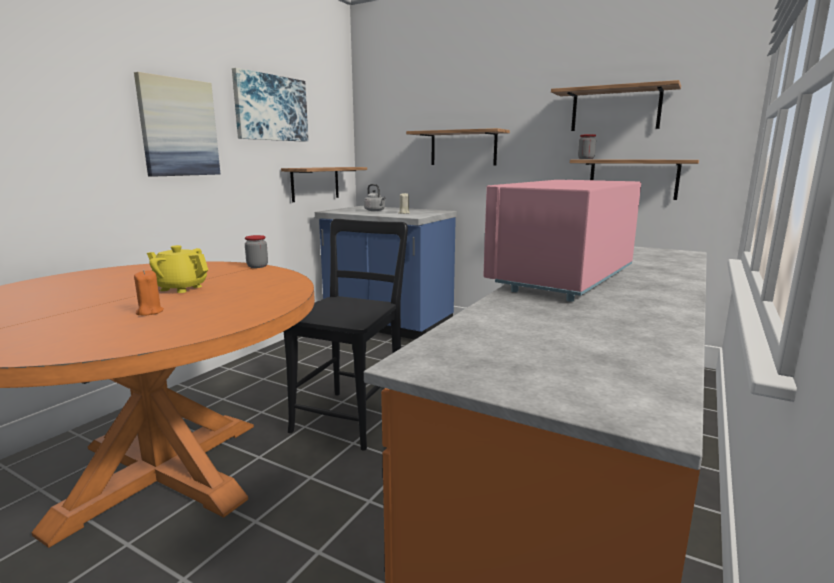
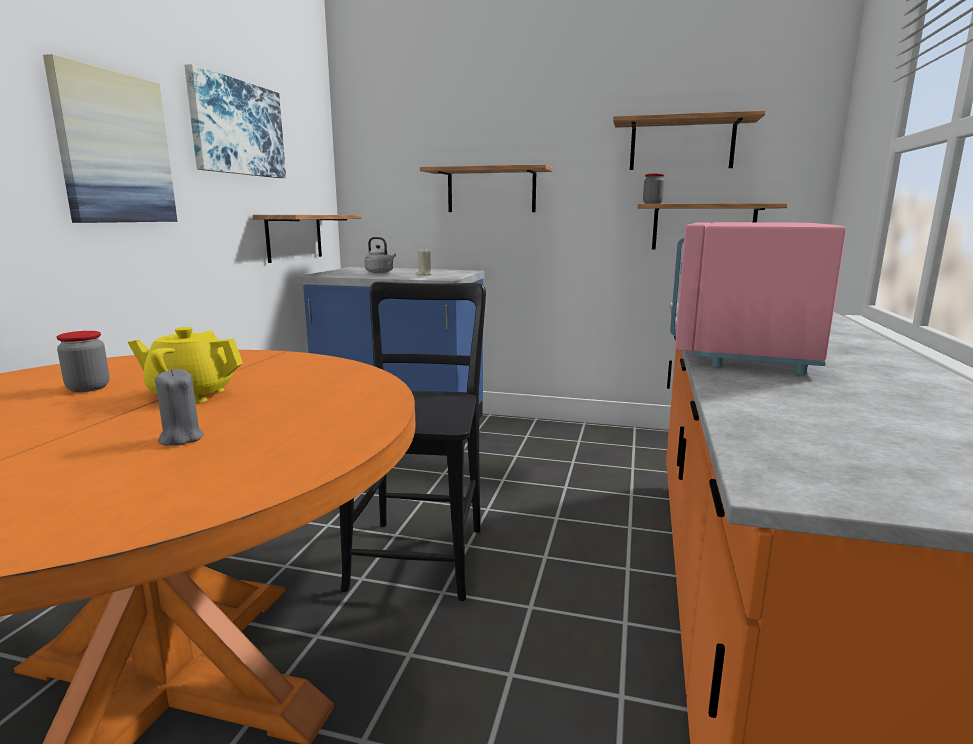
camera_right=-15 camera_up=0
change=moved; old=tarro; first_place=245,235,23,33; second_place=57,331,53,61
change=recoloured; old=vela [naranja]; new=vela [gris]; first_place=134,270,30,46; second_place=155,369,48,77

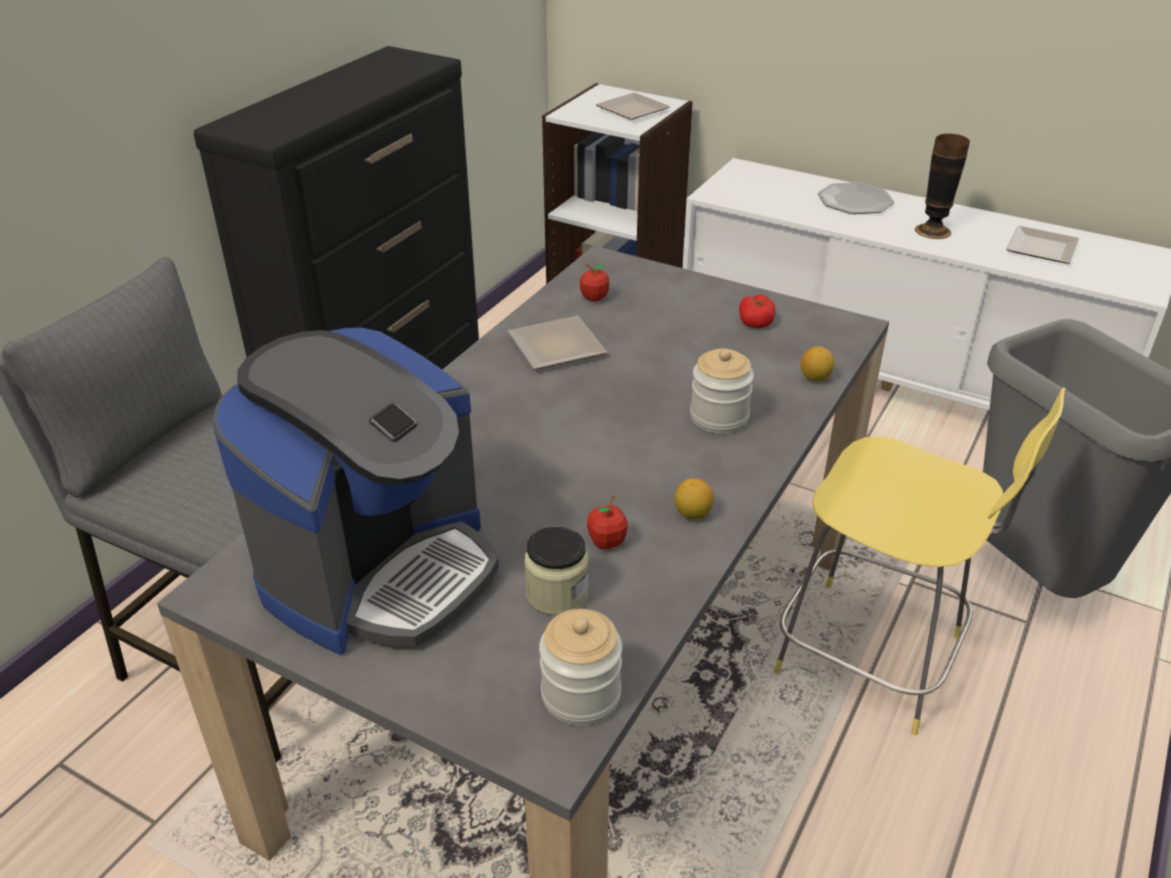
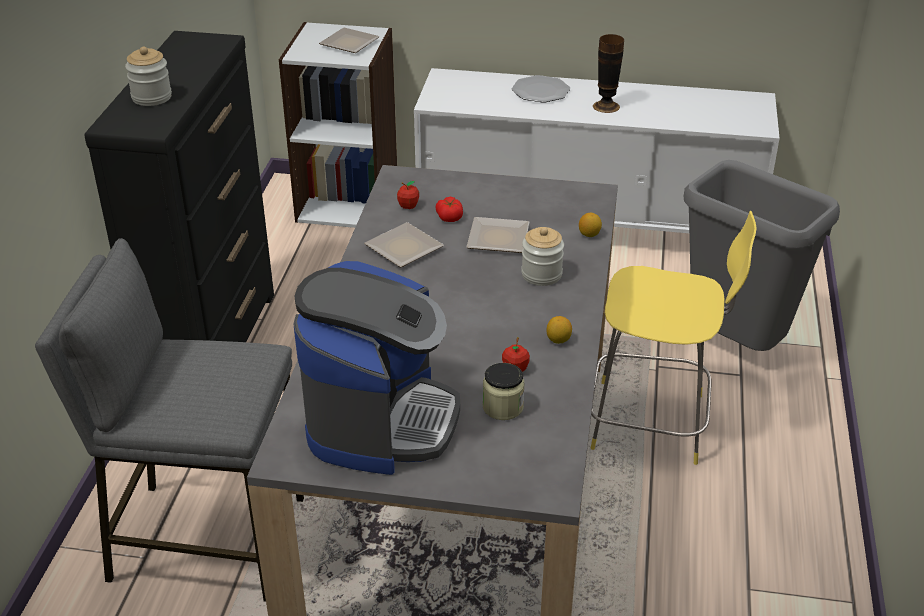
camera_right=-20 camera_up=0
change=moved; old=tarro; first_place=539,609,84,117; second_place=125,47,47,59
change=moved; old=tomate; first_place=739,294,36,34; second_place=436,197,27,25
change=moved; old=plato; first_place=1006,226,74,38; second_place=467,217,62,36

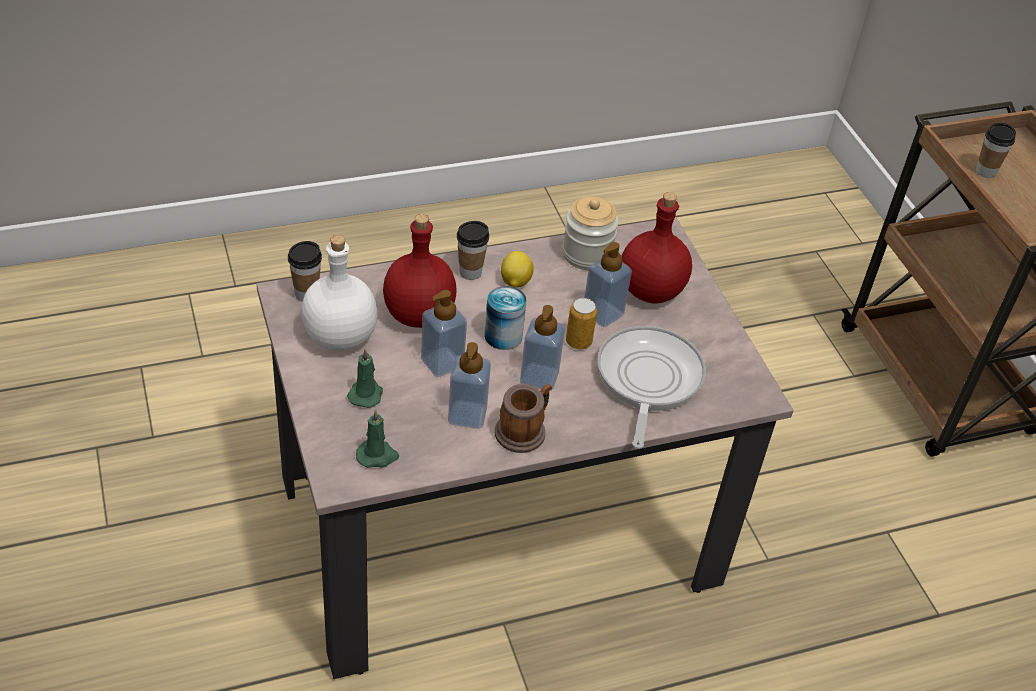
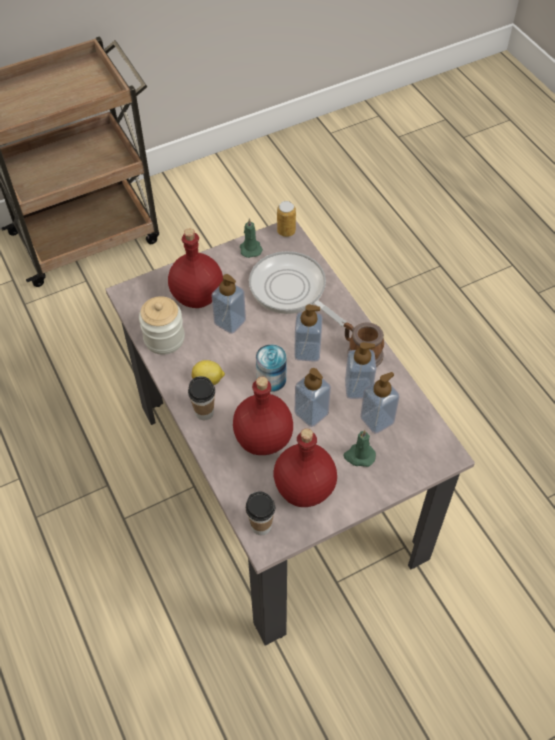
camera_right=-95 camera_up=10
change=moved; old=vela [verde]; first_place=356,410,43,58; second_place=240,218,23,40
change=turned; old=sartén; first_place=597,326,109,123; second_place=249,251,98,76; degrees=45
change=recoloured; old=botella [blanco]; new=botella [rojo]; first_place=301,235,76,116; second_place=273,428,64,79
change=moved; old=lata; first_place=566,298,31,51; second_place=277,201,19,36
change=added; new=dispensador de jabón; second_place=360,372,40,62
change=removed; old=taza; first_place=976,123,40,55

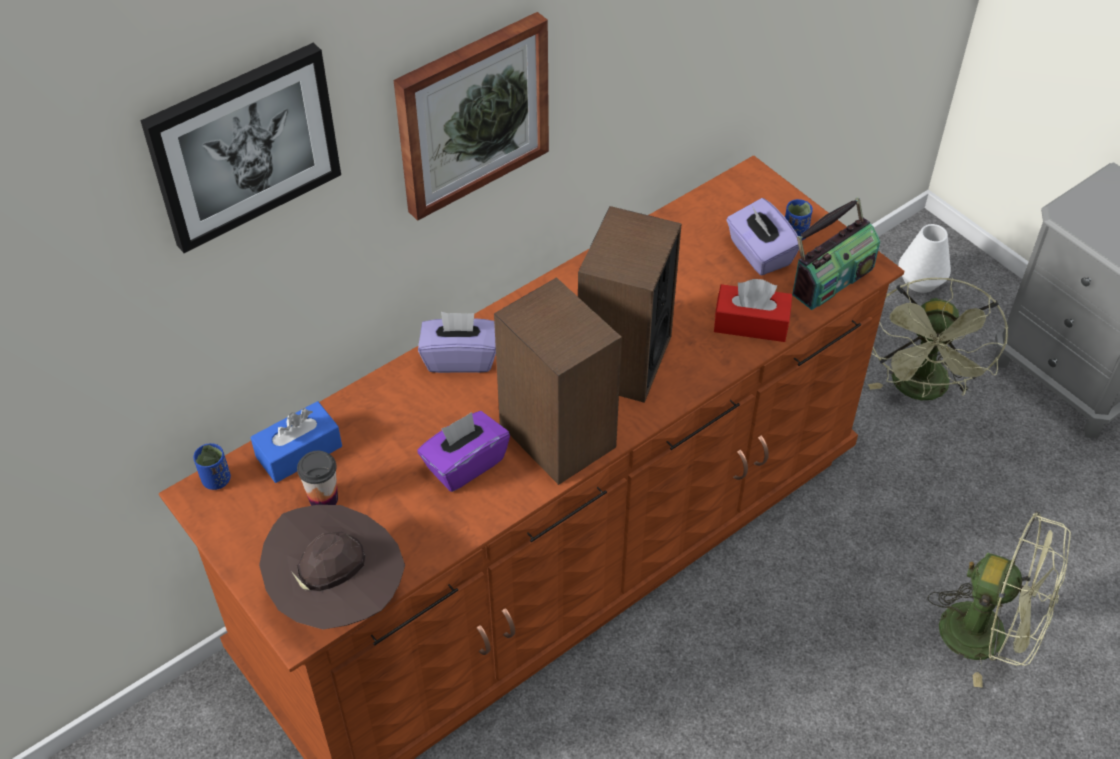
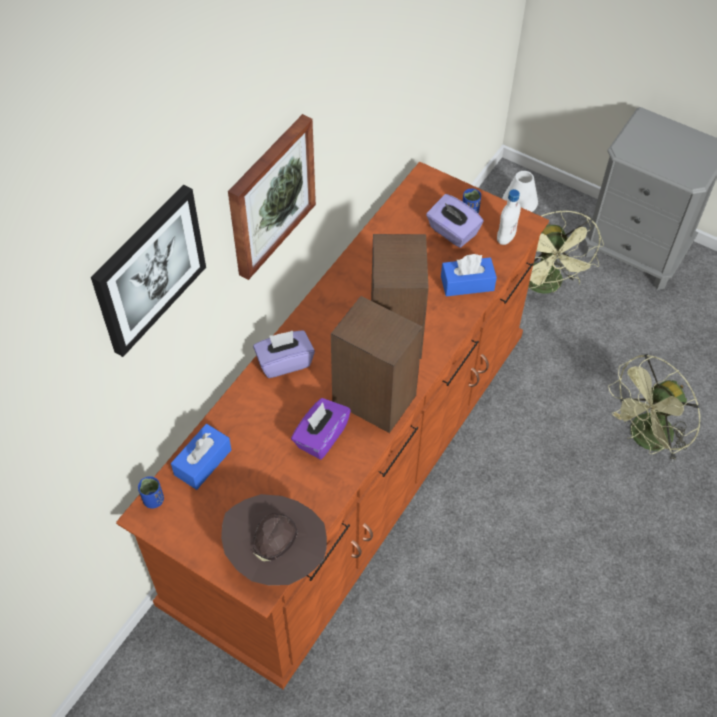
camera_right=-20 camera_up=5
change=recoloured; old=caja de pañuelos [rojo]; new=caja de pañuelos [azul]; first_place=714,279,78,63; second_place=441,254,56,42
change=replaced; old=radio; new=botella [blanco]; first_place=792,197,88,113; second_place=497,189,24,56
change=turned; old=ventilador [verde]; first_place=927,511,144,177; second_place=608,354,92,106; degrees=135
change=removed; old=taza; first_place=297,451,41,55

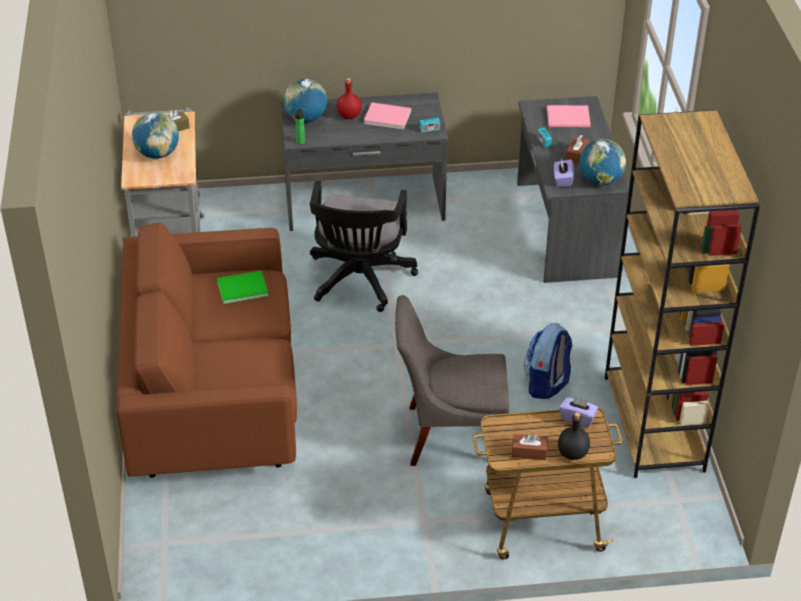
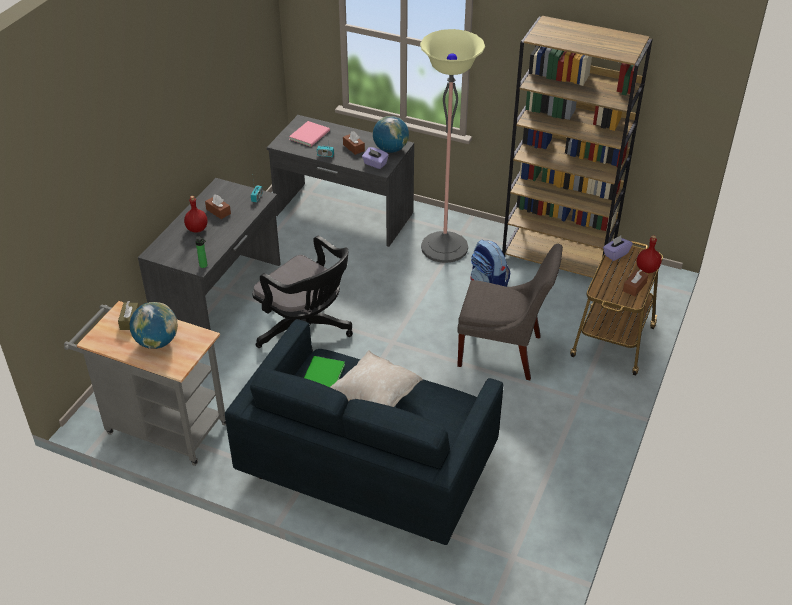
camera_right=-60 camera_up=0
change=replaced; old=libro [rosa]; new=caja de pañuelos [marrón]; first_place=364,102,47,28; second_place=205,194,26,25
change=recoloured; old=sofá [marrón]; new=sofá [azul]; first_place=116,222,181,256; second_place=225,319,278,226
change=added; new=cojín [beis]; second_place=330,350,93,57
change=added; new=lámpara de pie; second_place=420,29,65,234
change=turned; old=silla [gris]; first_place=395,295,114,171; second_place=457,244,106,136; degrees=-105
change=recoloured; old=botella [negro]; new=botella [rojo]; first_place=558,412,32,48; second_place=637,235,25,38
change=removed; old=globo terráqueo; first_place=283,78,44,45

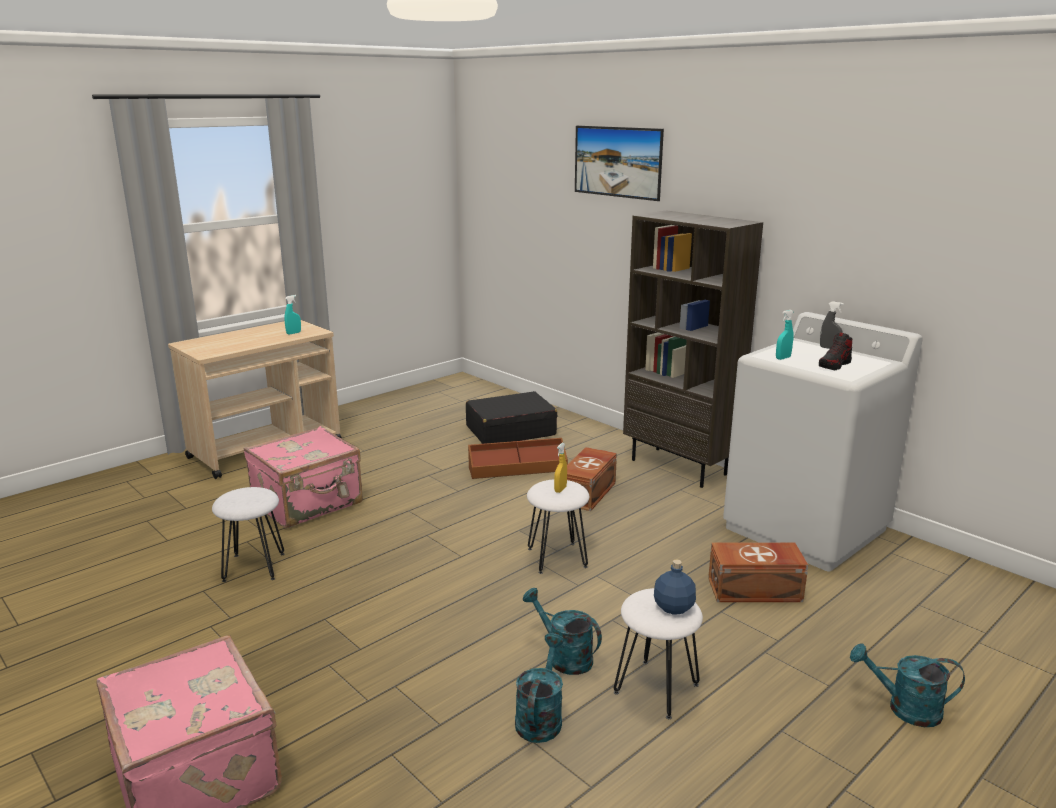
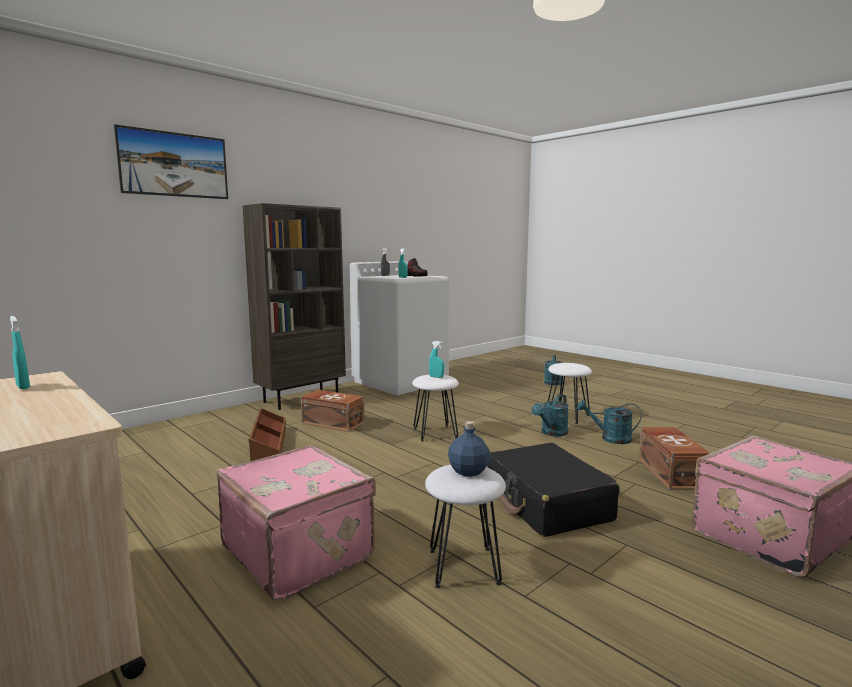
camera_right=-90 camera_up=-10
change=recoloured; old=pulverizador [amarillo]; new=pulverizador [turquesa]; first_place=554,443,13,50; second_place=429,341,15,37
change=moved; old=botella [azul]; first_place=654,560,42,55; second_place=448,421,42,56
change=moved; old=maleta [negro]; first_place=466,391,91,53; second_place=487,443,132,94
change=moved; old=caja de almacenaje [marrón]; first_place=708,543,100,59; second_place=639,427,71,63

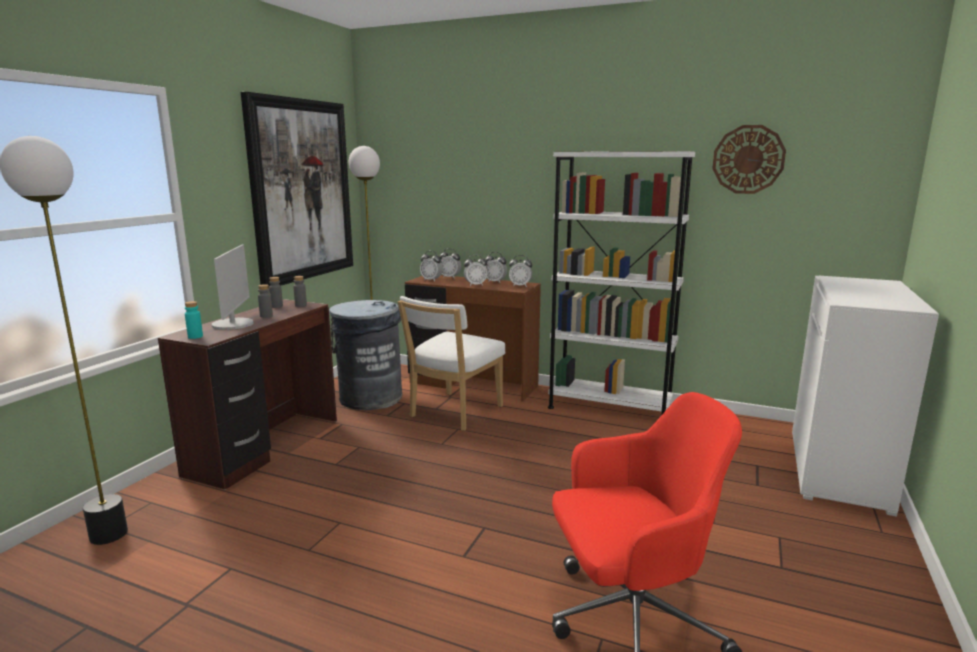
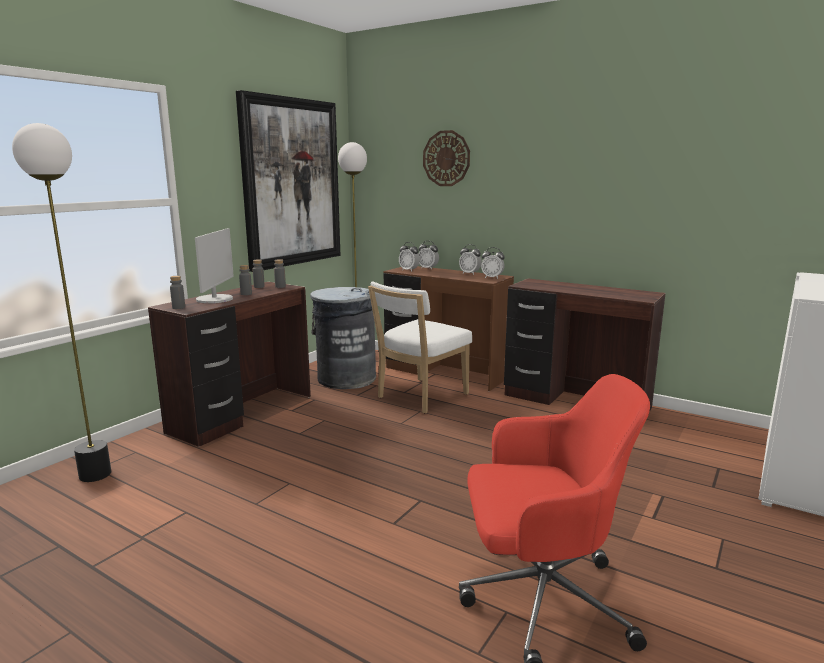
camera_right=10 camera_up=0
change=recoloured; old=botella [turquesa]; new=botella [gris]; first_place=185,301,18,38; second_place=170,276,15,33
change=moved; old=reloj de pared; first_place=712,125,74,69; second_place=423,130,47,56
change=replaced; old=estantería [blanco]; new=escritorio [marrón]; first_place=548,151,147,265; second_place=504,278,162,134
change=removed; old=despertador; first_place=464,255,23,31

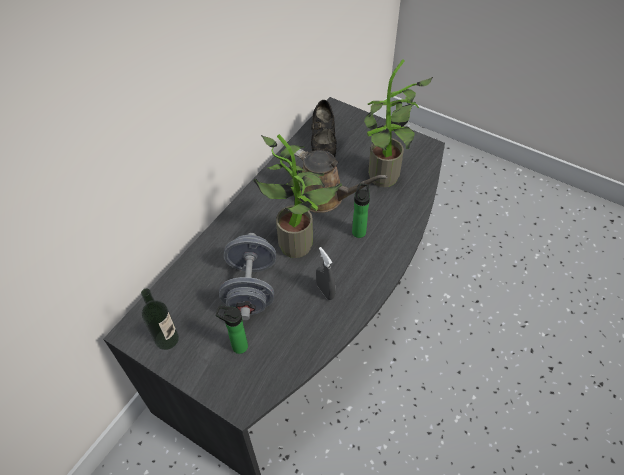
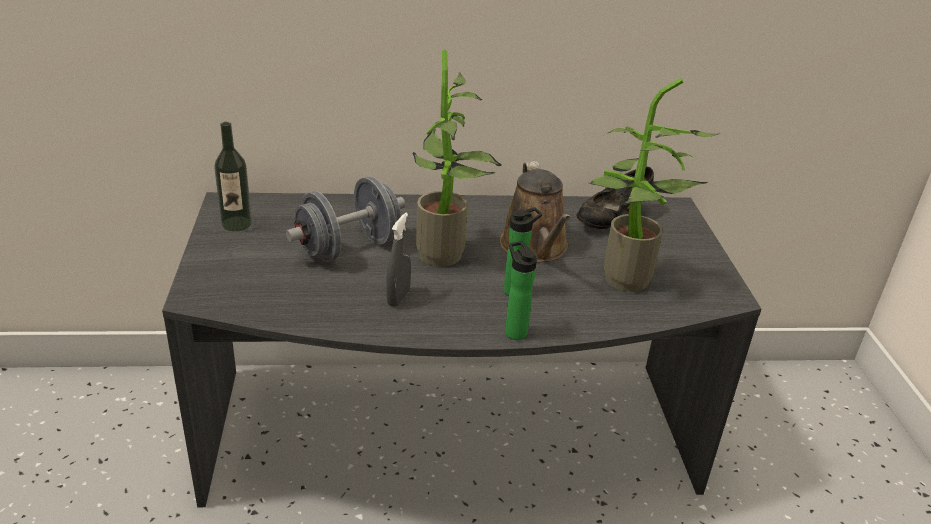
camera_right=50 camera_up=-20
change=moved; old=botella; first_place=216,306,32,48; second_place=505,241,32,99

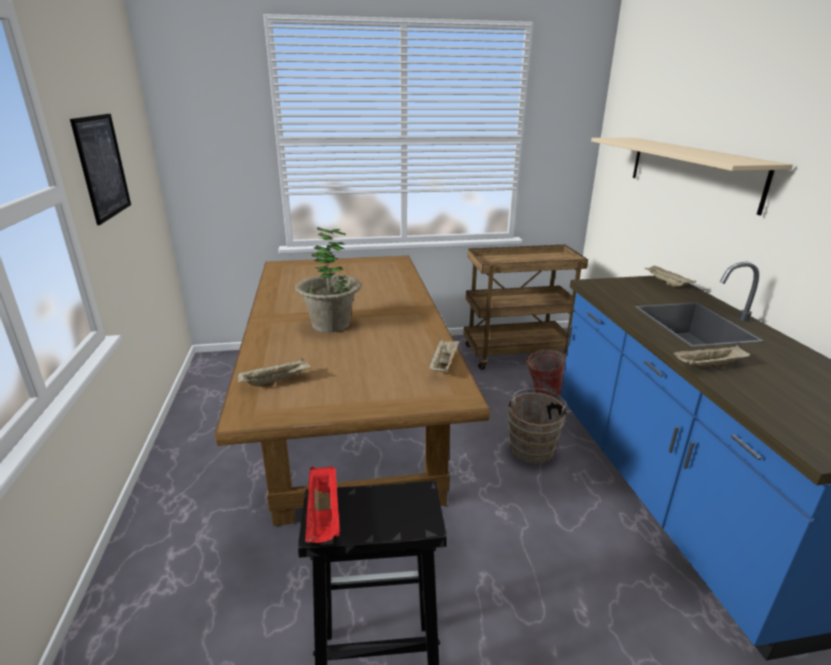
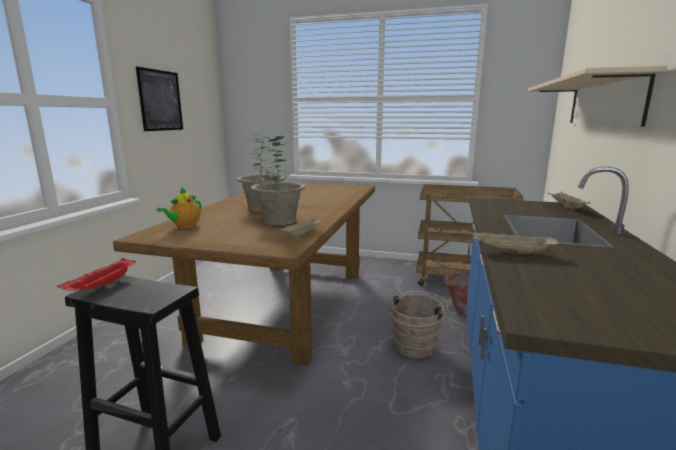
camera_right=25 camera_up=-10
change=replaced; old=bandeja [beis]; new=tetera; first_place=237,358,74,29; second_place=157,188,45,41
change=added; new=planta en maceta; second_place=251,136,55,89

